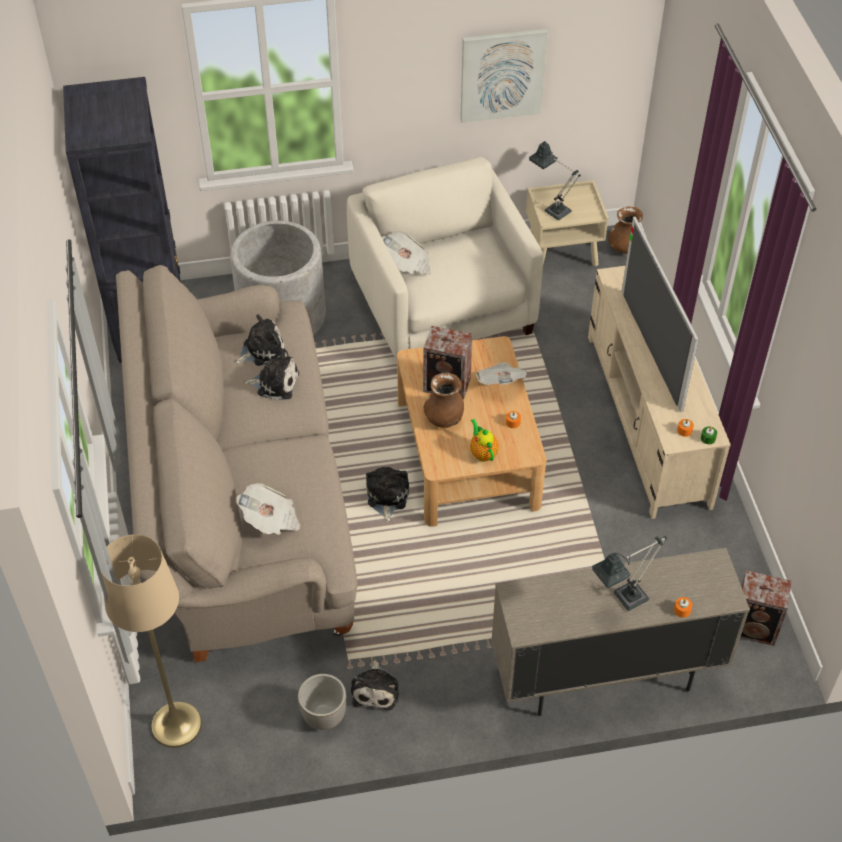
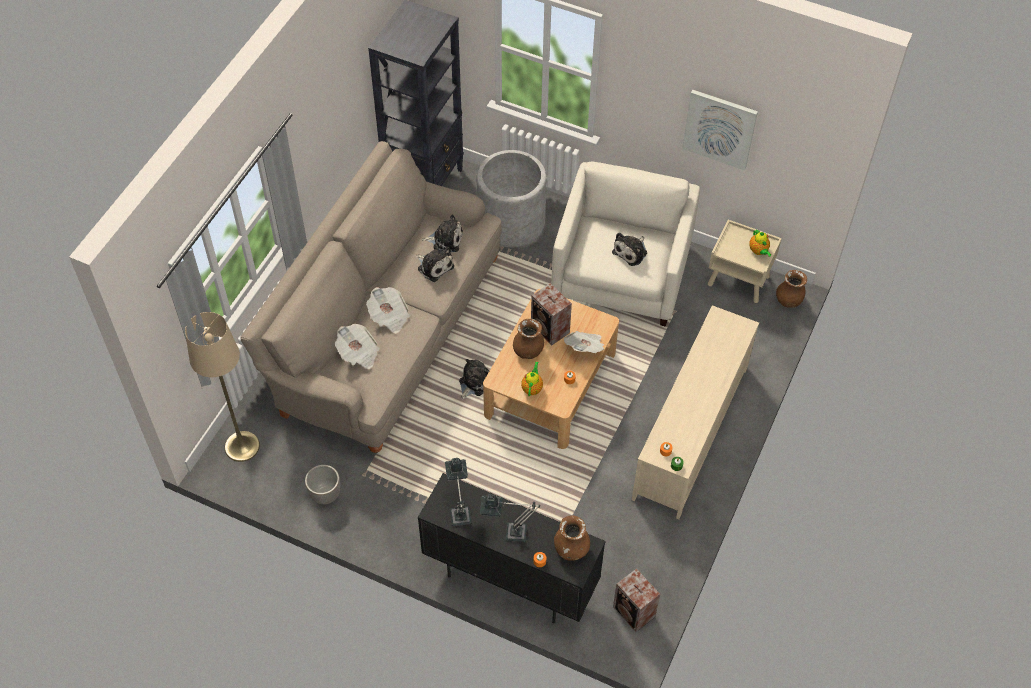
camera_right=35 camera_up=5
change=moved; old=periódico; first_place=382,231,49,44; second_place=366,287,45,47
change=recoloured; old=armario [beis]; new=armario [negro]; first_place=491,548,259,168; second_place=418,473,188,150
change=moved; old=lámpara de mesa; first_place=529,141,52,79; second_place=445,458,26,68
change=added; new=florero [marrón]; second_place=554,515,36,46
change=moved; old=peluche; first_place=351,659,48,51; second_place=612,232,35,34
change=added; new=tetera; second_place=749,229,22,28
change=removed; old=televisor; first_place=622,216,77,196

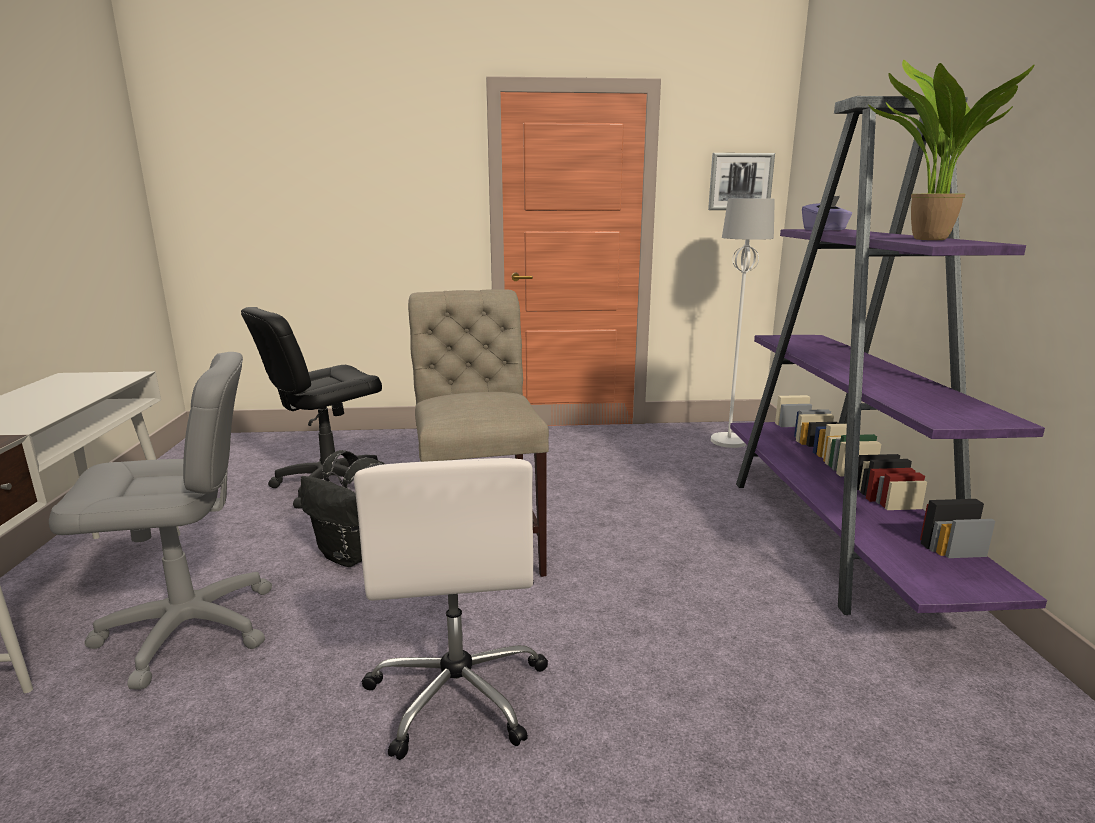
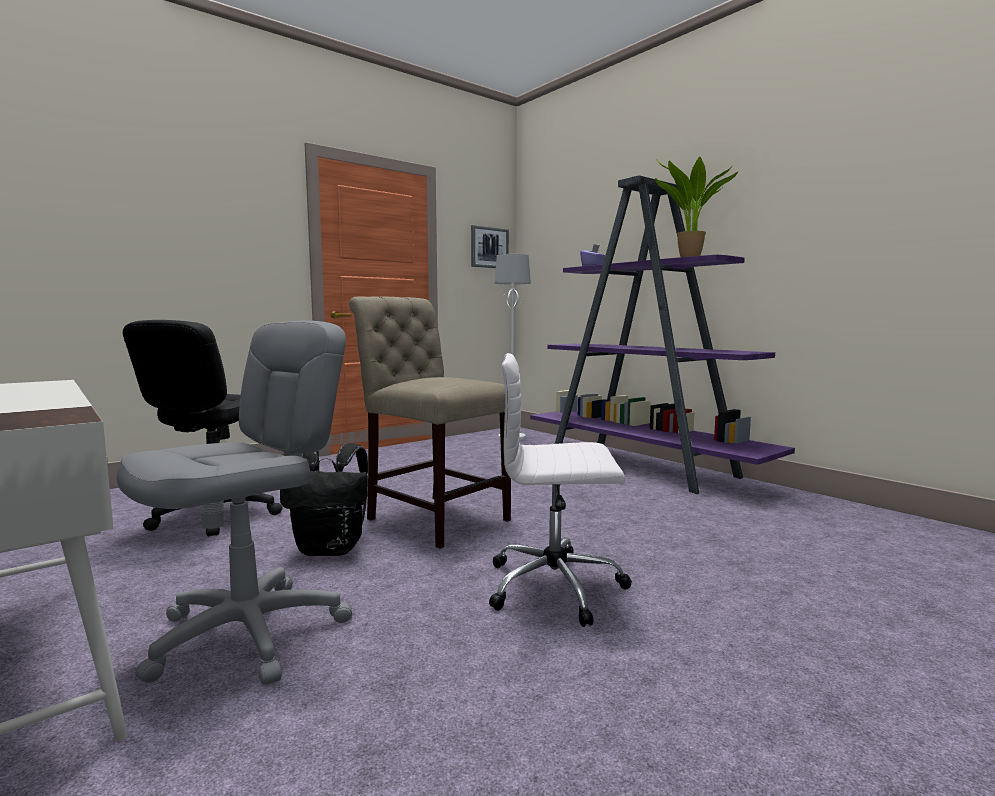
camera_right=-35 camera_up=-10
change=turned; old=silla de oficina [blanco]; first_place=354,458,194,302; second_place=489,353,143,274; degrees=135

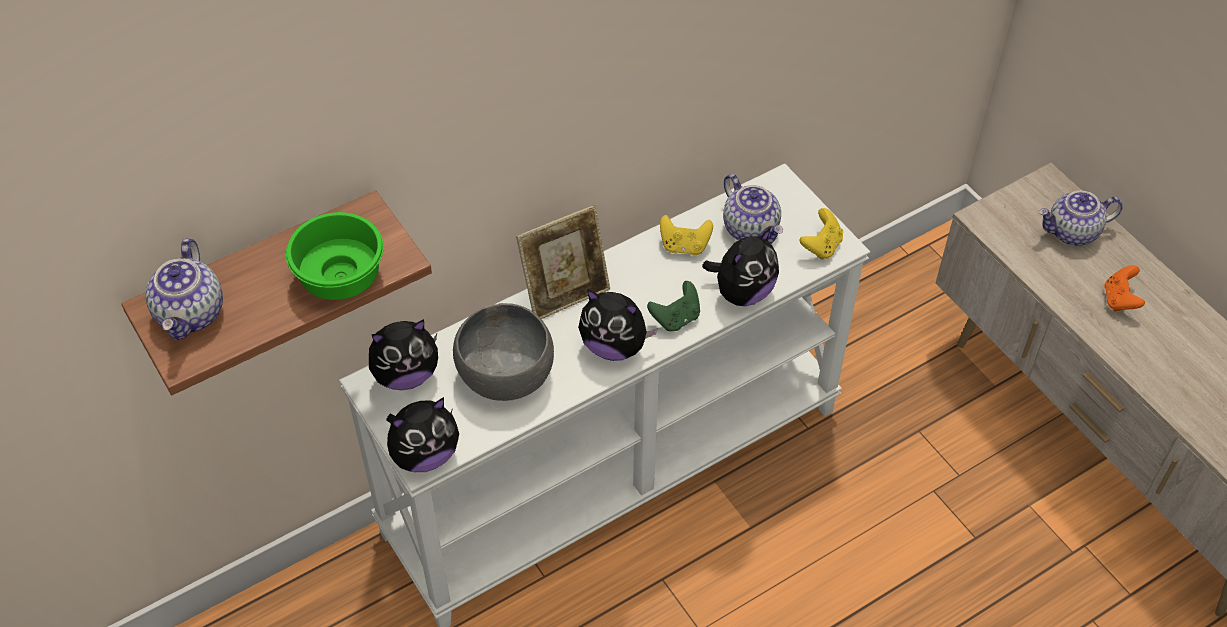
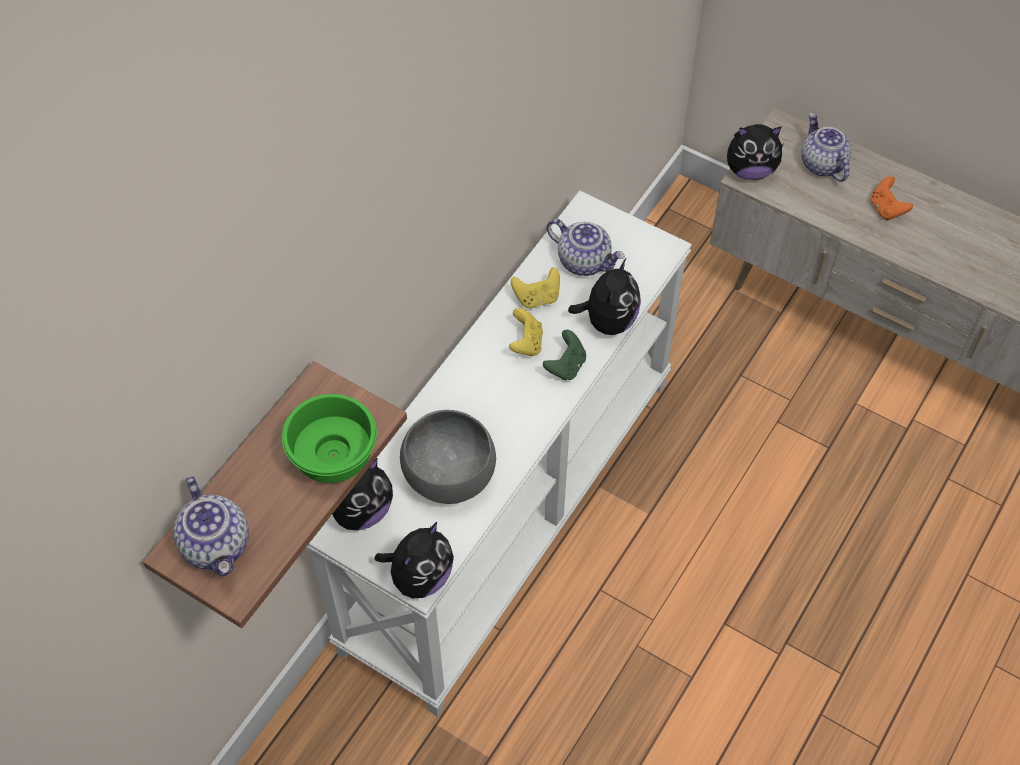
camera_right=-25 camera_up=5
change=moved; old=mando de consola [amarillo]; first_place=799,208,44,52; second_place=509,308,34,48
change=moved; old=peluche; first_place=578,289,80,72; second_place=727,124,56,56
change=turned; old=tetera; first_place=1038,191,85,55; second_place=801,113,50,69; degrees=105
change=removed; old=portarretratos; first_place=516,205,94,114

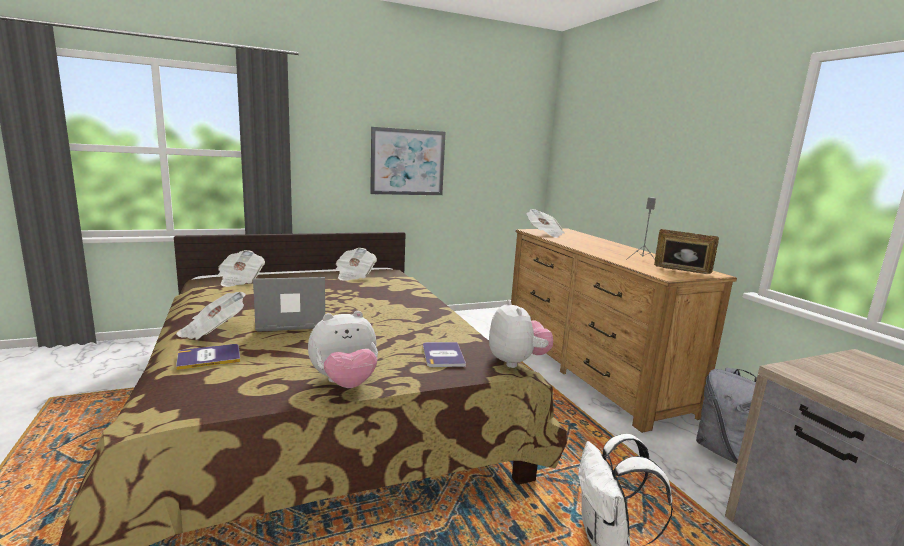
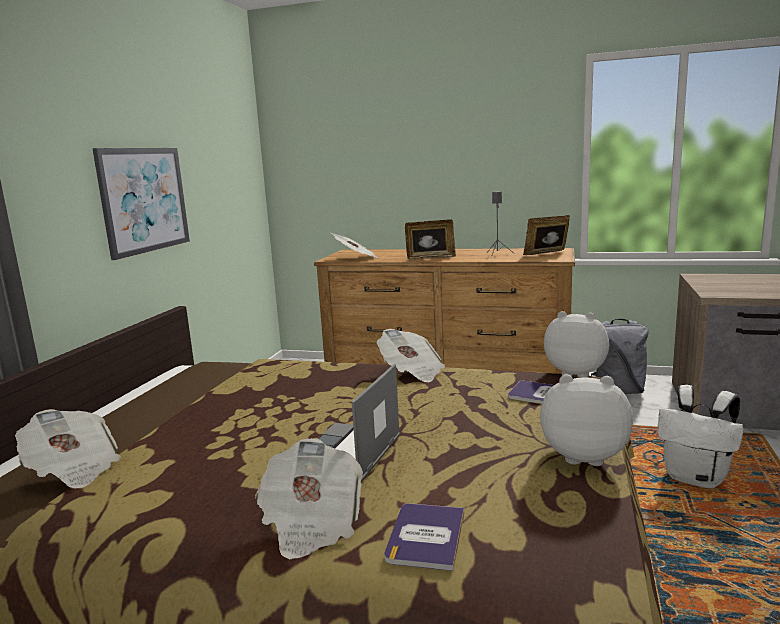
camera_right=-50 camera_up=0
change=moved; old=periódico; first_place=335,248,42,33; second_place=377,329,68,53
change=added; new=portarretratos; second_place=405,219,51,41
change=turned; old=peluche; first_place=308,311,70,77; second_place=540,374,93,92; degrees=-90

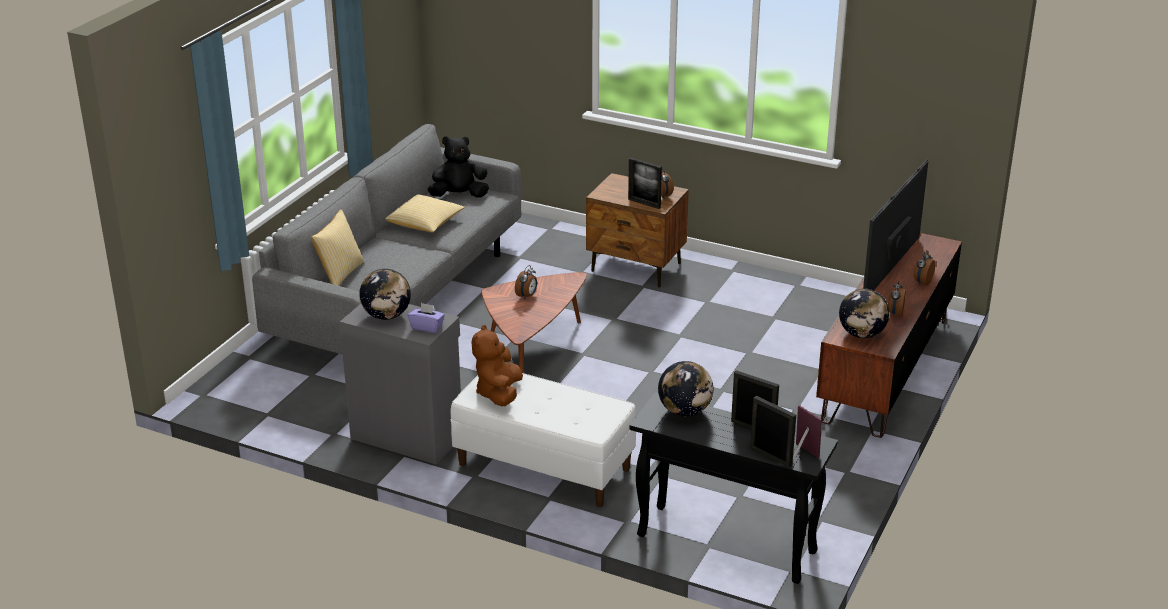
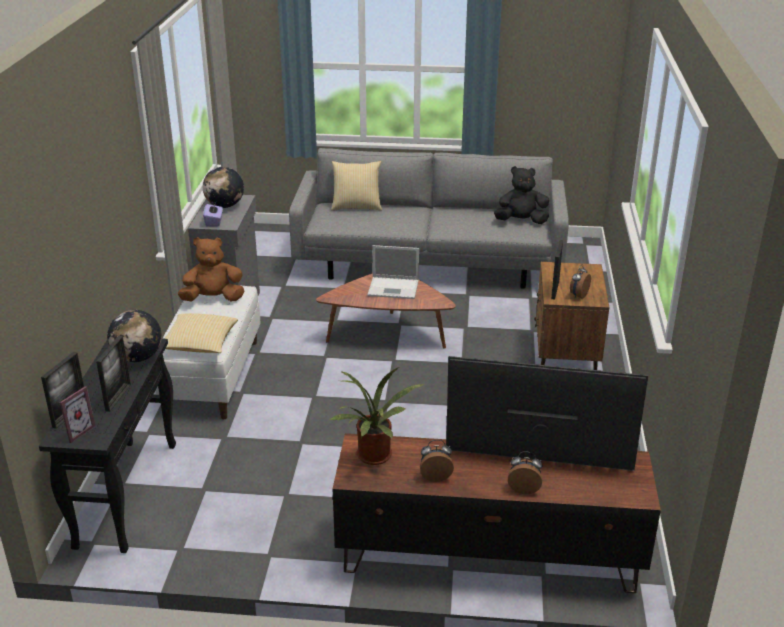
camera_right=70 camera_up=0
change=moved; old=cojín; first_place=385,194,80,38; second_place=164,313,74,40
change=replaced; old=globo terráqueo; new=planta en maceta; first_place=839,289,50,49; second_place=329,367,95,98
change=replaced; old=despertador; new=portátil; first_place=515,265,22,35; second_place=367,245,52,54
change=turned; old=peluche [negro]; first_place=427,136,62,62; second_place=494,166,55,58; degrees=-60

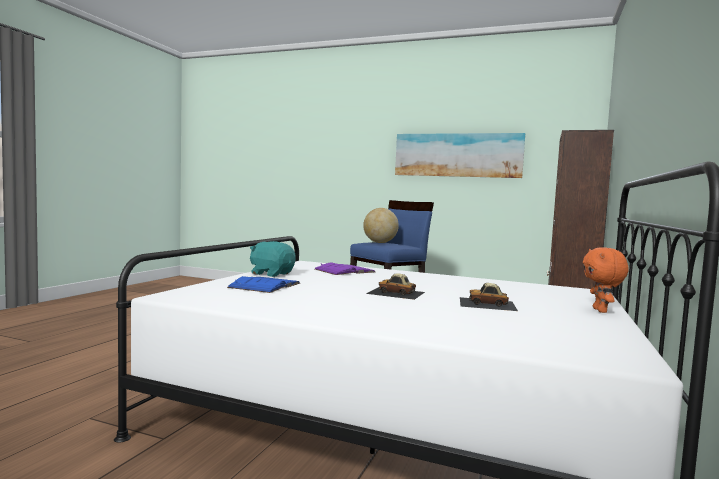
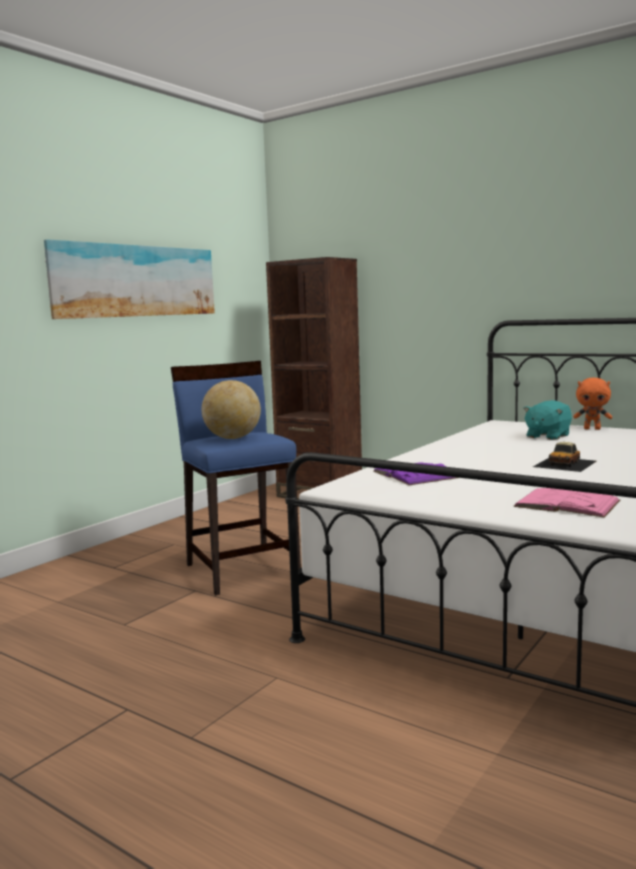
camera_right=-75 camera_up=5
change=recoloured; old=libro [azul]; new=libro [rosa]; first_place=227,276,73,17; second_place=513,488,107,30
change=moved; old=peluche [turquesa]; first_place=250,241,46,36; second_place=523,400,49,40
change=removed; old=coche de juguete; first_place=460,283,58,28

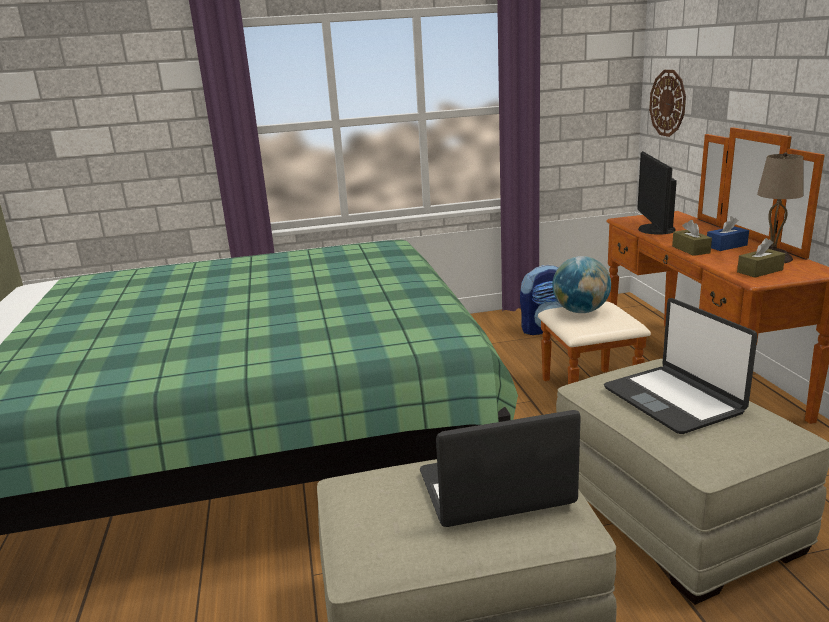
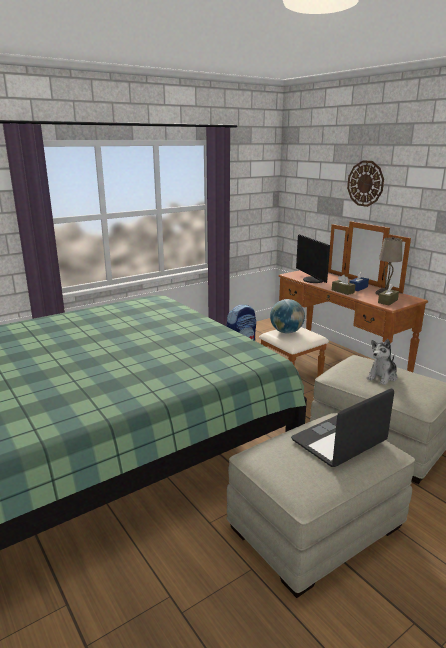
camera_right=-25 camera_up=0
change=moved; old=reloj de pared; first_place=649,70,37,67; second_place=347,160,37,47
change=replaced; old=portátil; new=peluche; first_place=604,298,154,136; second_place=367,339,30,46

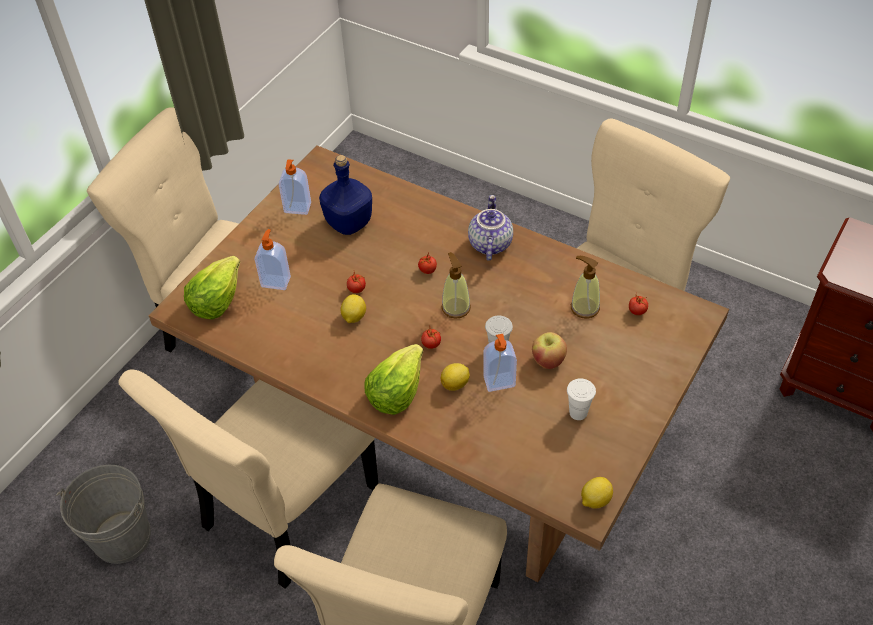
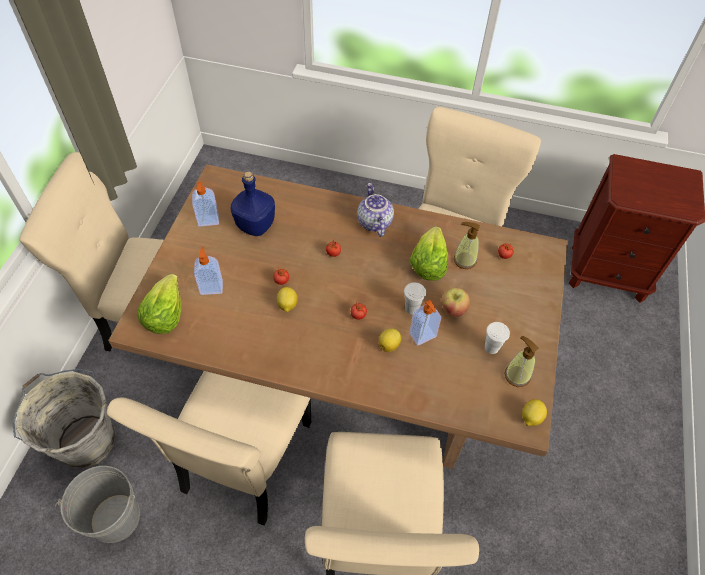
camera_right=-20 camera_up=5
change=added; new=cubo [gris]; second_place=13,369,102,99
change=moved; old=lechuga; first_place=364,344,59,71; second_place=410,226,38,55
change=moved; old=dispensador de jabón; first_place=441,252,30,67; second_place=505,336,34,51

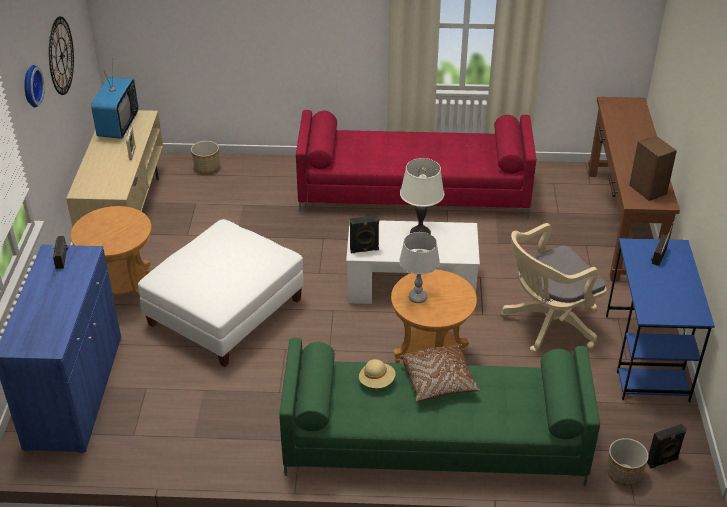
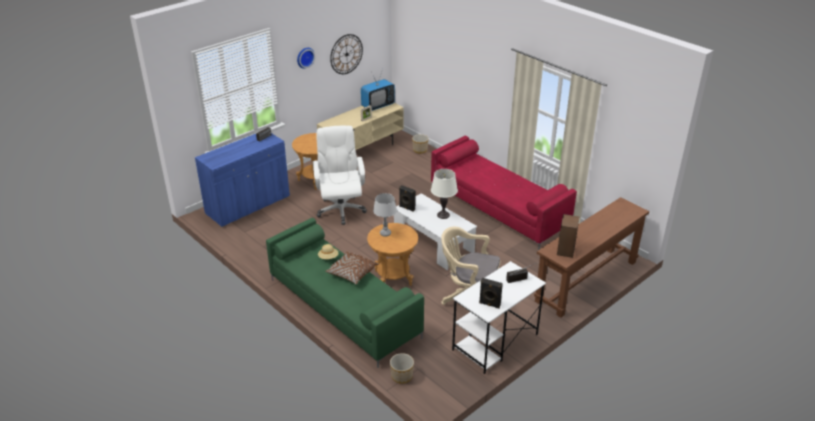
camera_right=45 camera_up=-5
change=replaced; old=puf [blanco]; new=silla de oficina [blanco]; first_place=138,219,166,148; second_place=313,126,54,99
change=recoloured; old=escritorio [azul]; new=escritorio [blanco]; first_place=606,238,109,164; second_place=452,261,94,113
change=moved; old=altavoz [negro]; first_place=647,424,40,44; second_place=479,278,24,31

